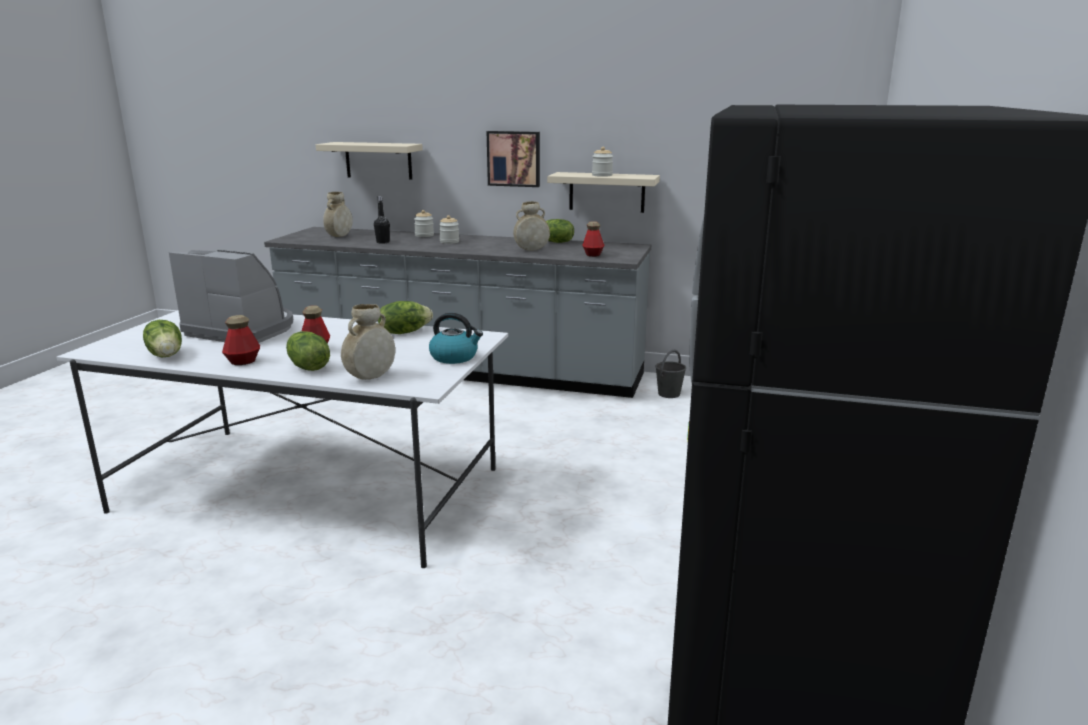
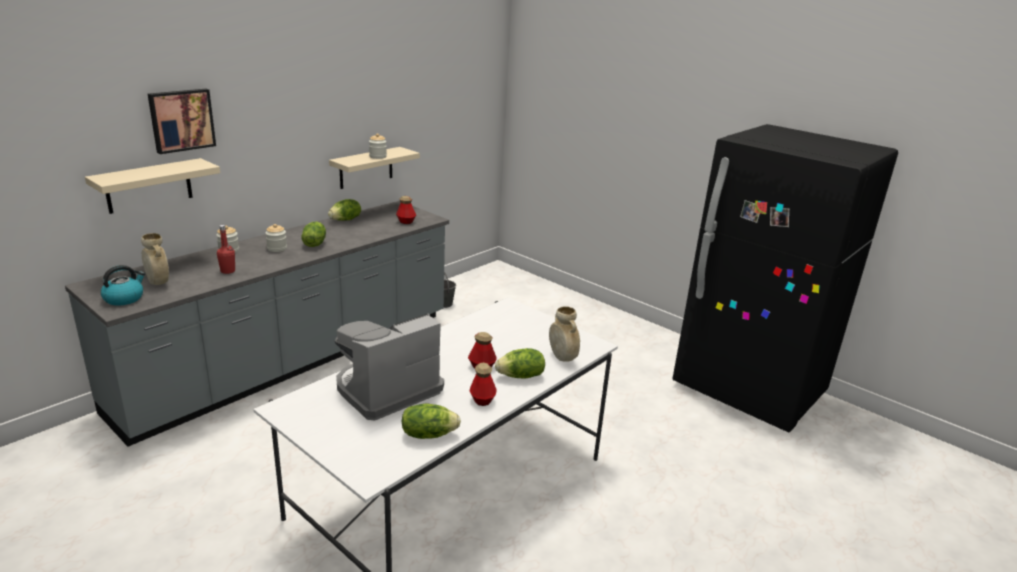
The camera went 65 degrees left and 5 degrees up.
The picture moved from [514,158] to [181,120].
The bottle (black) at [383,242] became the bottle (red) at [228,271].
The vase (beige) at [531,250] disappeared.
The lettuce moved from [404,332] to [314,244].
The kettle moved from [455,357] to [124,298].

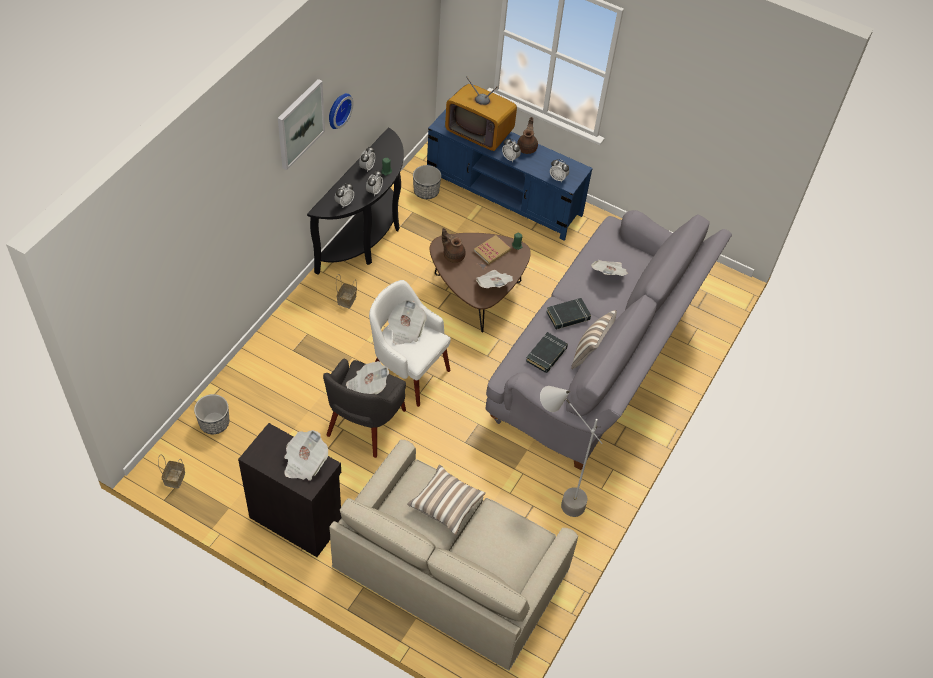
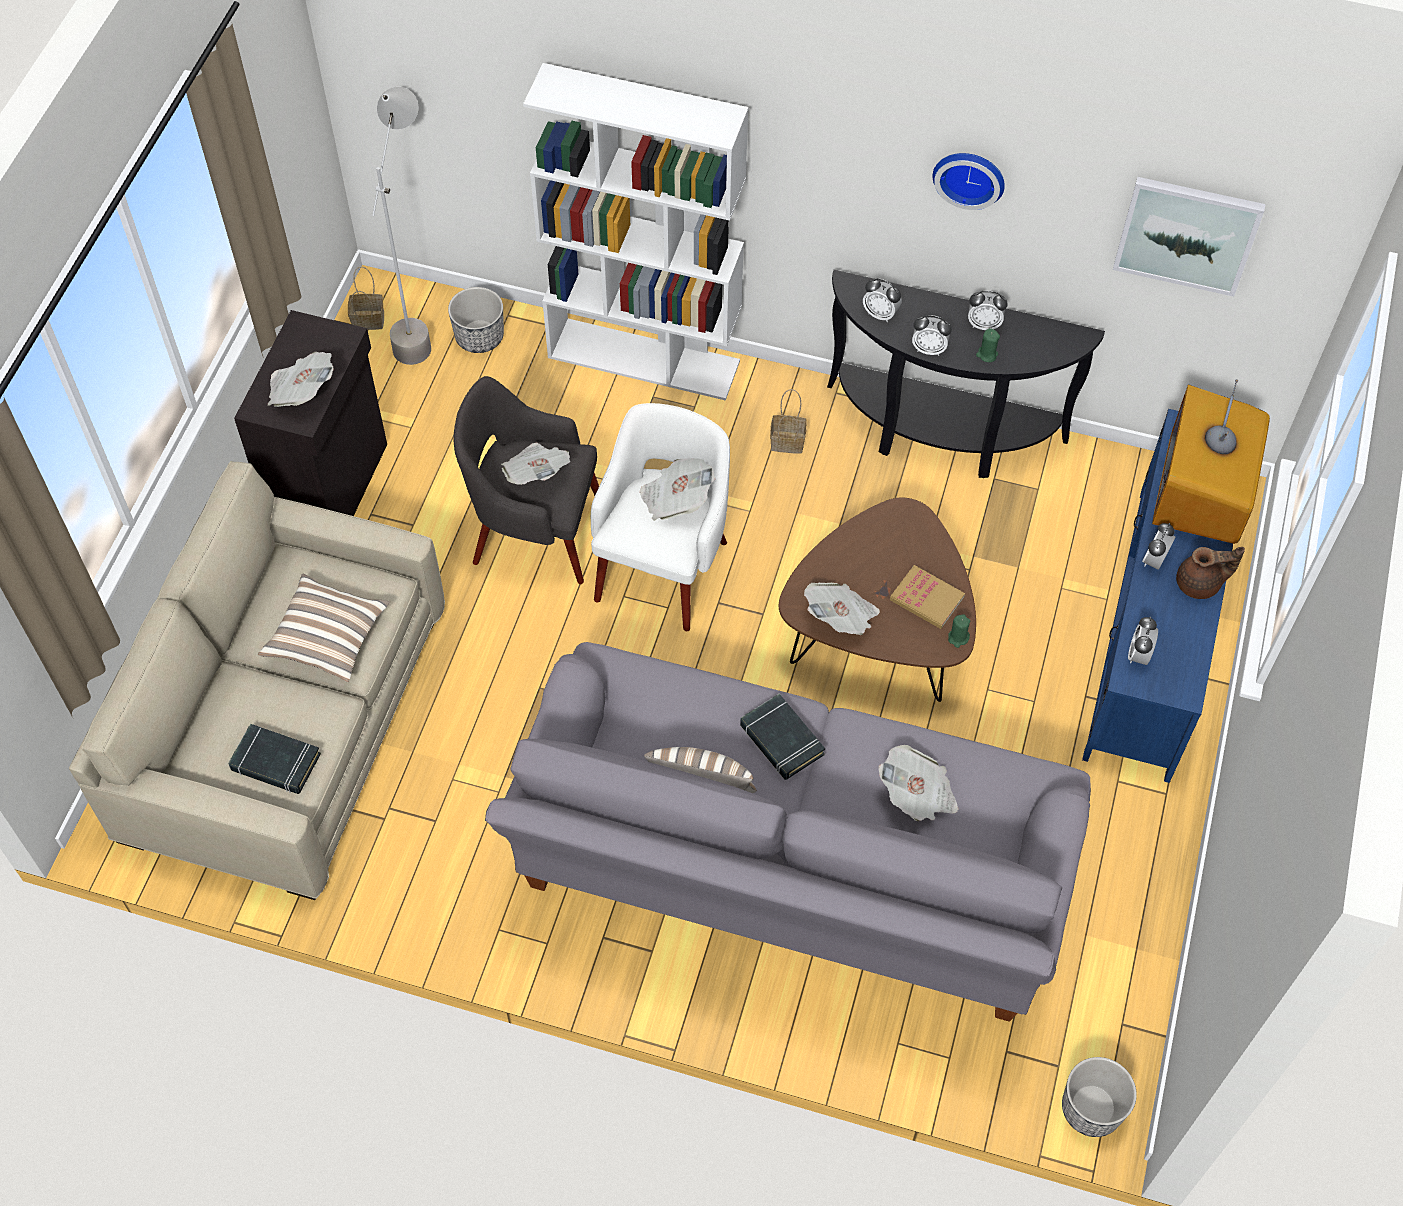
The camera went 80 degrees right and 5 degrees up.
The picture moved from [300,123] to [1187,234].
The planter moved from [426,191] to [1092,1109].
The teapot (brown) at [453,255] disappeared.
The book (black) moved from [546,354] to [275,763].
The floor lamp (grey) moved from [554,498] to [419,324].
The bookcase (white) at [645,358] appeared.

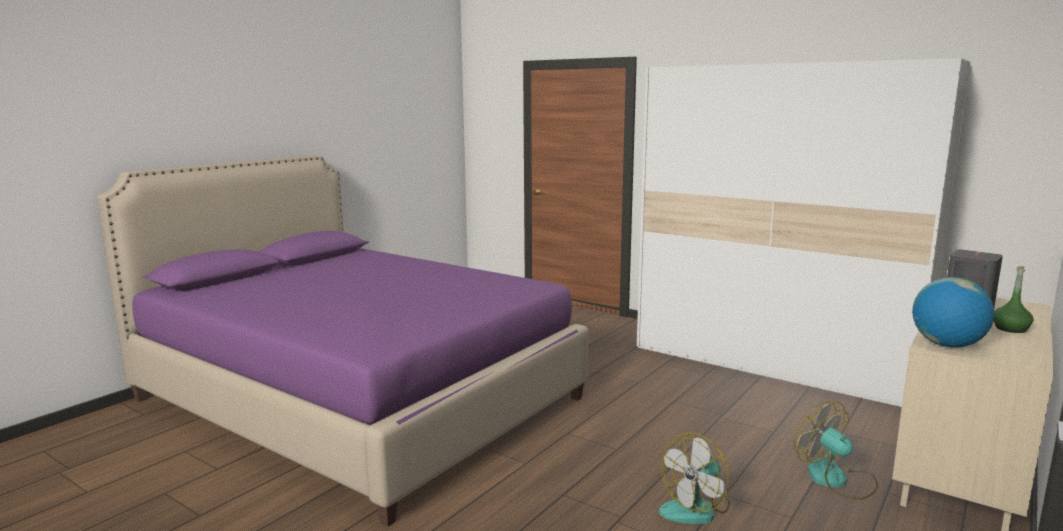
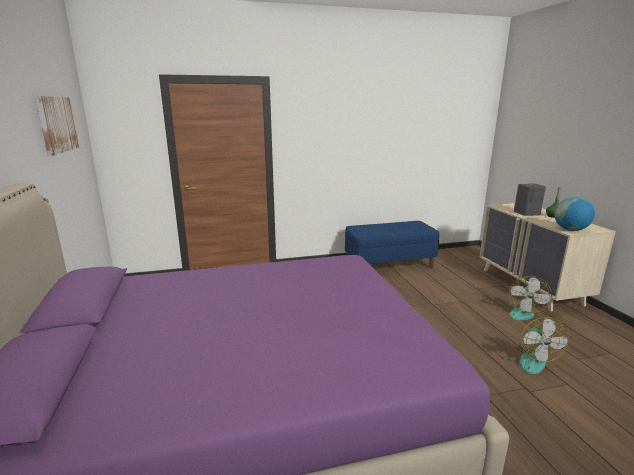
The camera went 50 degrees left and 5 degrees up.
The wardrobe (white) at [773,363] was replaced by the bench (blue) at [389,265].
The fan at [836,480] turned 75 degrees counterclockwise.
The picture at [57,124] appeared.

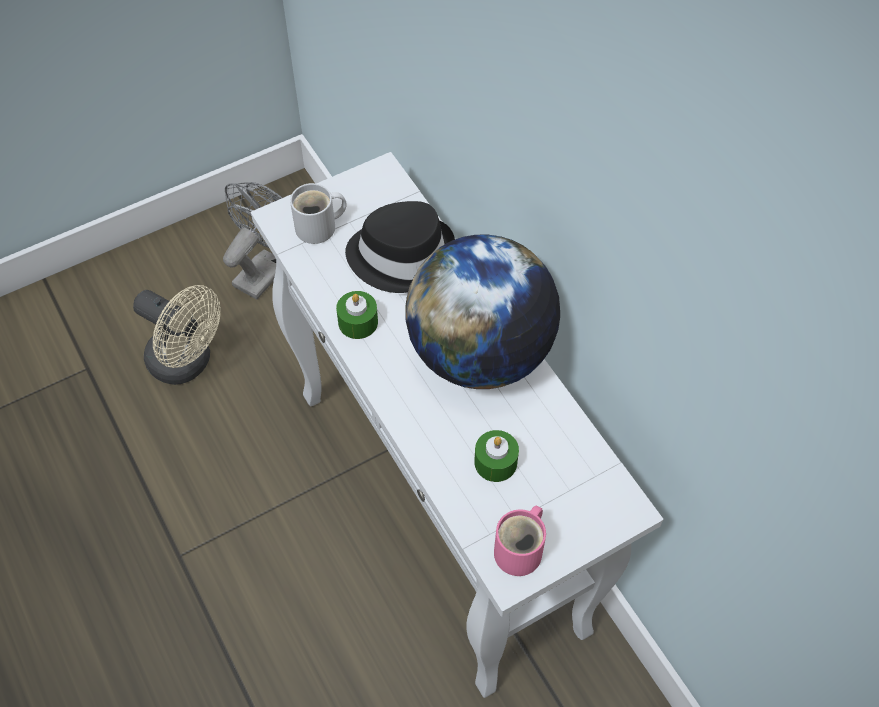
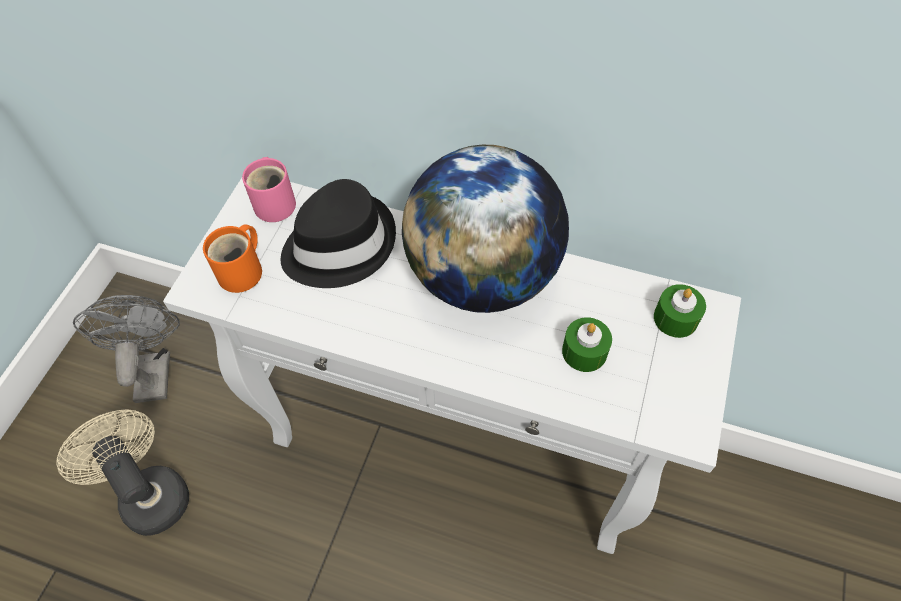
The camera went 40 degrees left and 0 degrees up.
The mug (white) at [320,227] became the mug (orange) at [244,271].
The fan (beige) at [188,363] turned 120 degrees counterclockwise.
The candle (green) moved from [358,322] to [675,318].
The mug (pink) moved from [522,550] to [276,202].

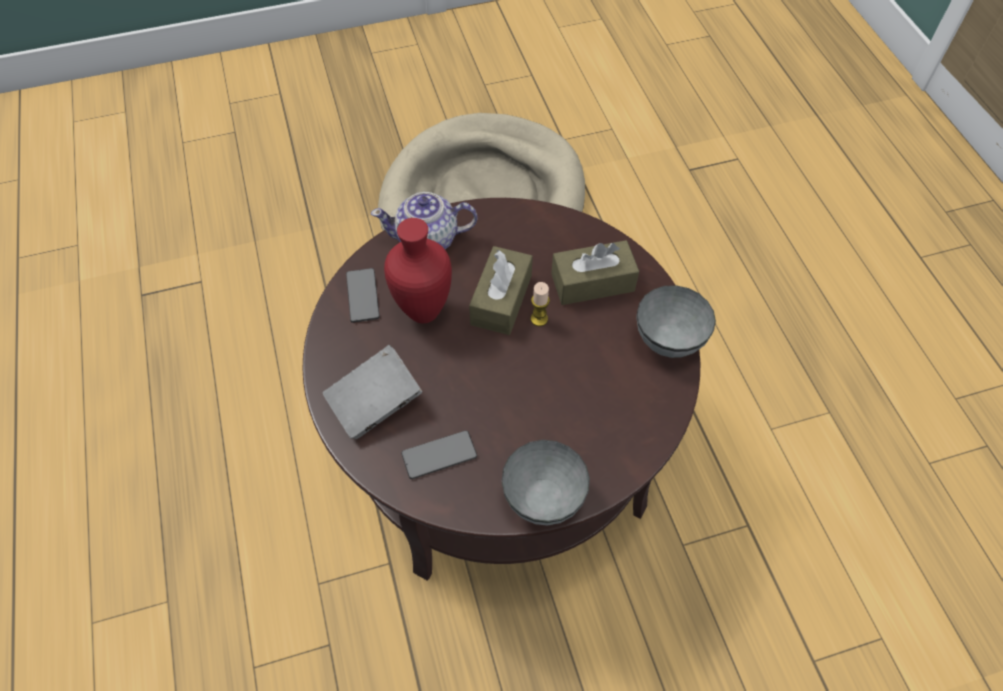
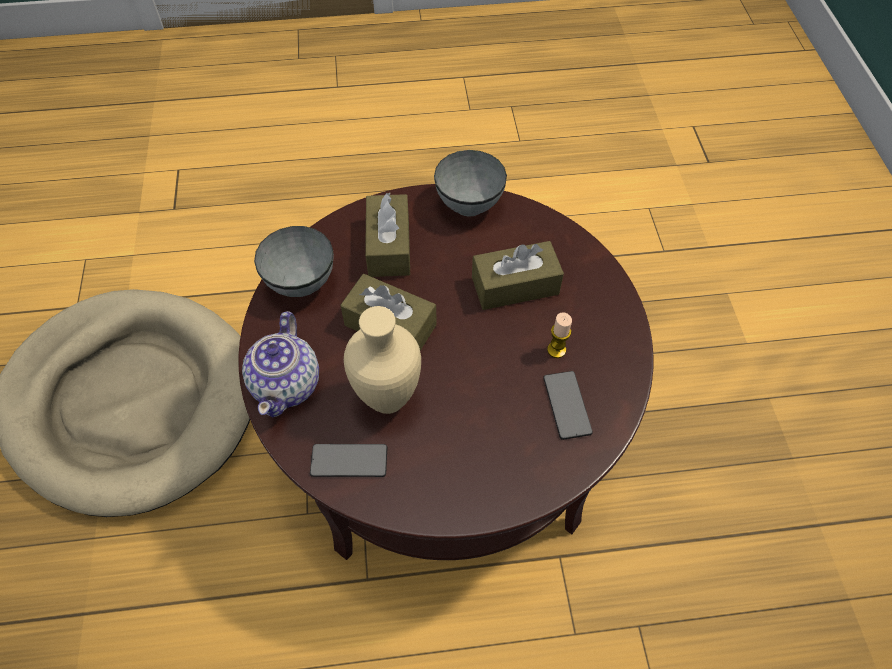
The camera went 80 degrees left and 0 degrees up.
The vase (red) at [423,314] became the vase (beige) at [390,400].
The candle moved from [539,319] to [556,350].
The book (grey) at [375,403] disappeared.
The bowl (grey) moved from [543,498] to [300,282].
The tissue box (brown) at [515,285] appeared.

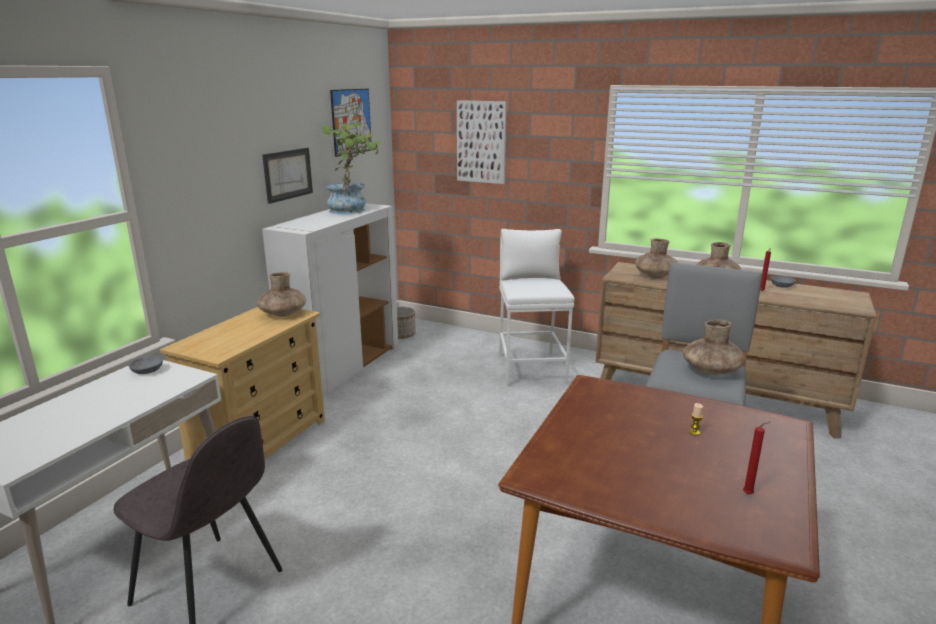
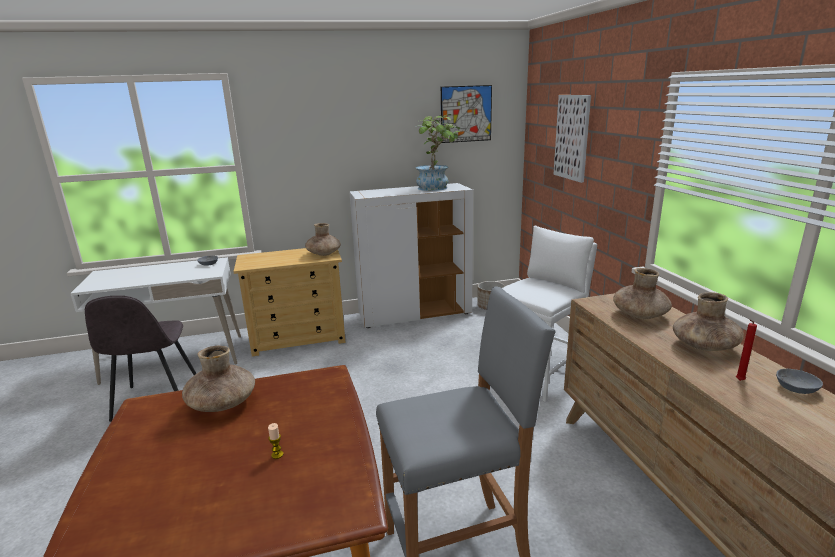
The camera went 50 degrees right and 0 degrees up.
The picture at [287,174] disappeared.
The vase (brown) moved from [711,370] to [222,403].
The candle (red) at [749,494] disappeared.

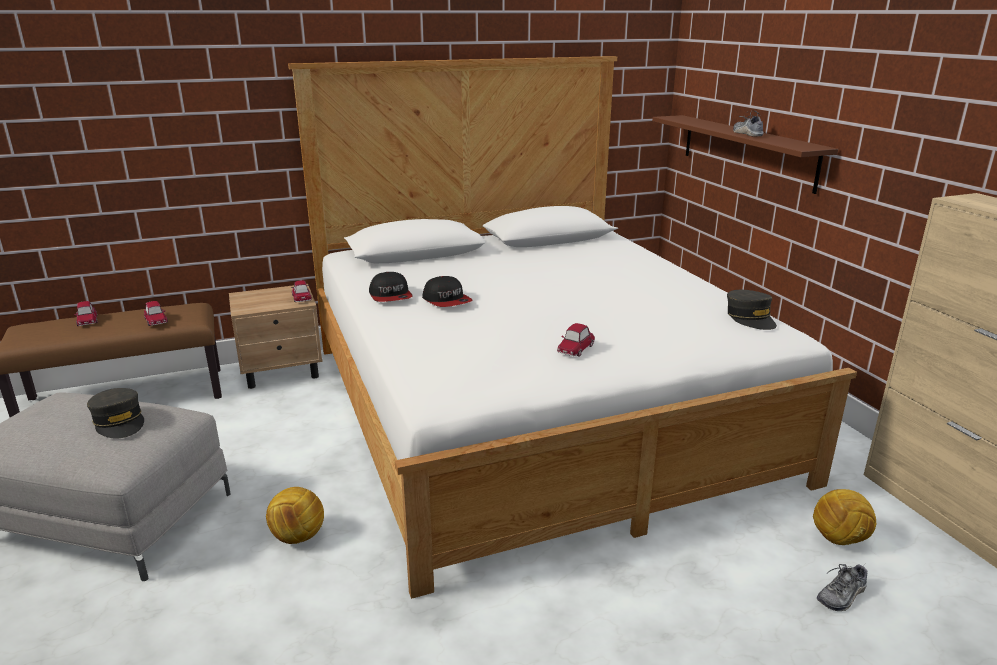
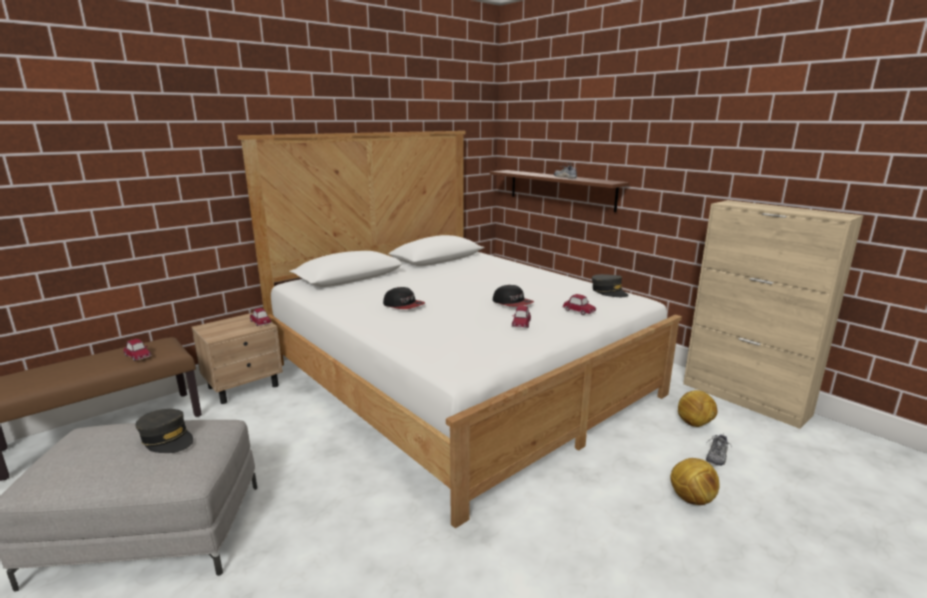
The camera went 20 degrees left and 5 degrees down.
The cap moved from [391,296] to [512,303].
The toy car moved from [87,321] to [579,311].
The football moved from [297,536] to [691,499].

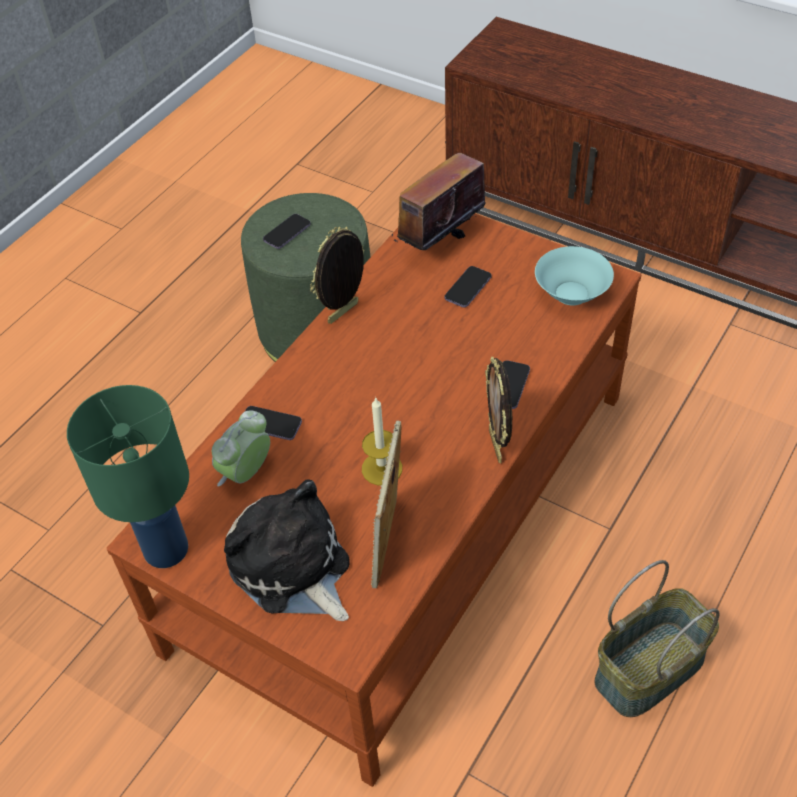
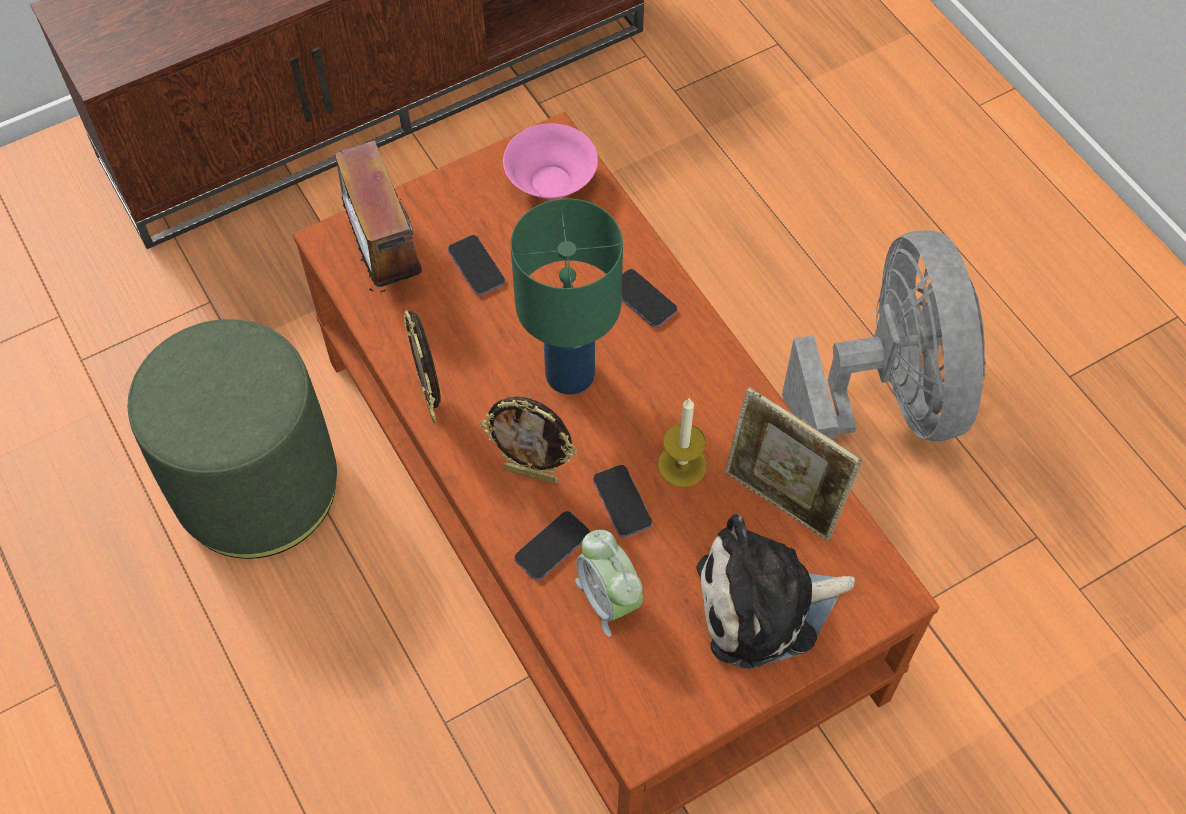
The camera went 65 degrees left and 10 degrees up.
The phone moved from [287,233] to [622,502].
The bowl (turquoise) at [572,293] became the bowl (pink) at [551,181].
The picture frame moved from [497,446] to [532,474].
The table lamp (green) moved from [166,548] to [568,373].
The basket at [648,667] was replaced by the fan (grey) at [885,400].

